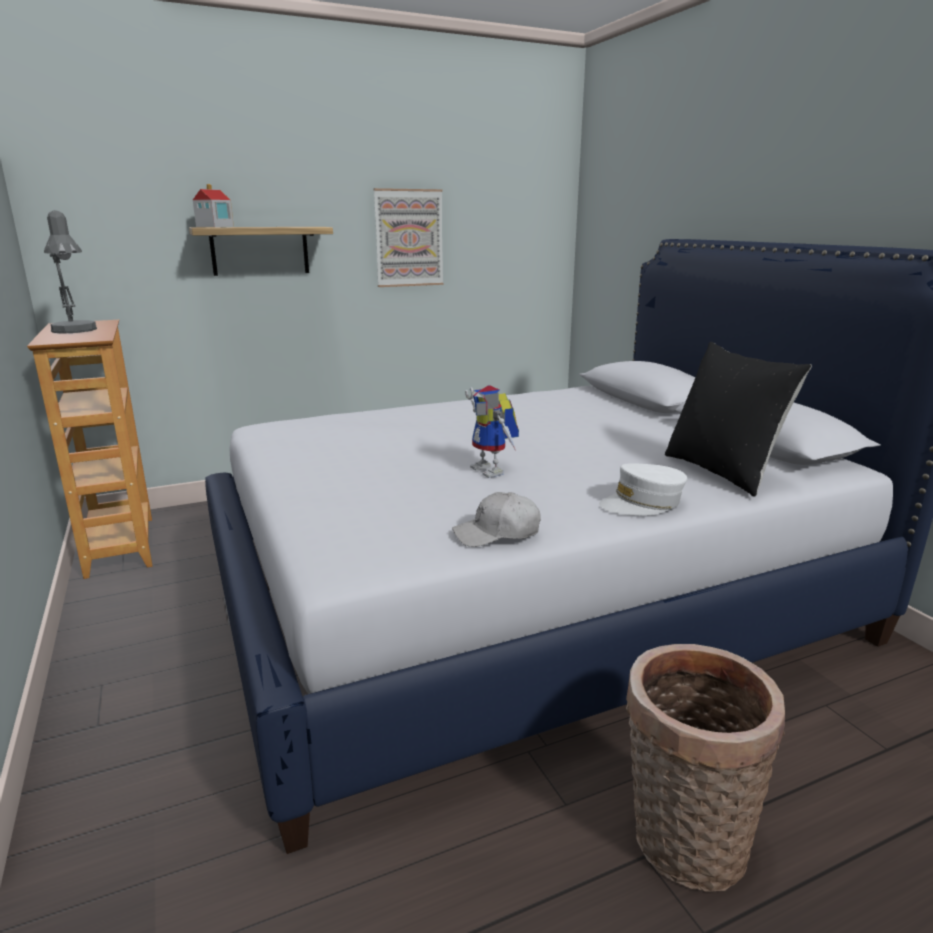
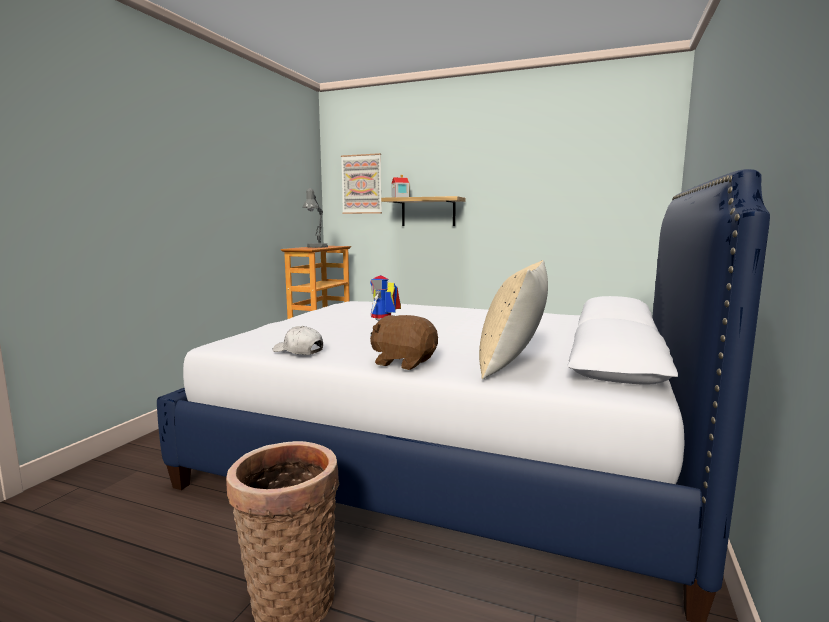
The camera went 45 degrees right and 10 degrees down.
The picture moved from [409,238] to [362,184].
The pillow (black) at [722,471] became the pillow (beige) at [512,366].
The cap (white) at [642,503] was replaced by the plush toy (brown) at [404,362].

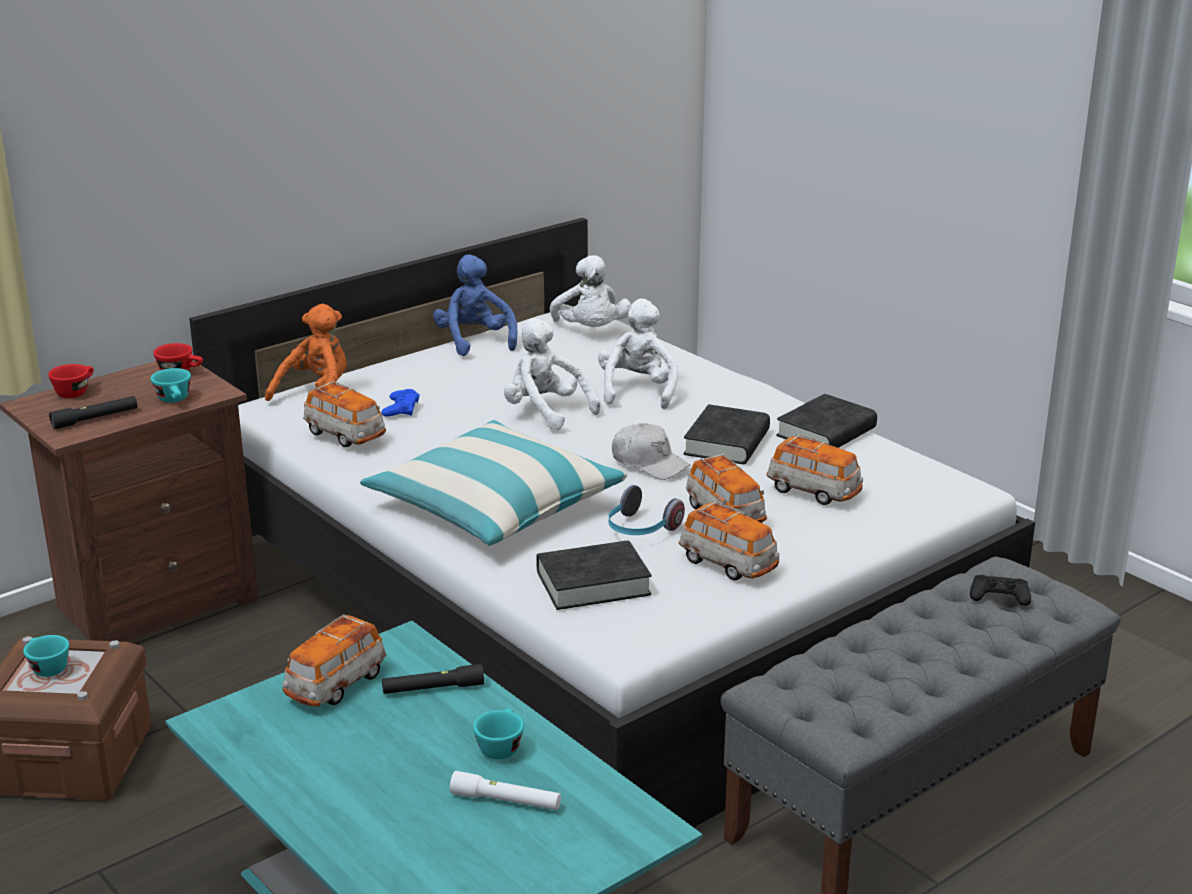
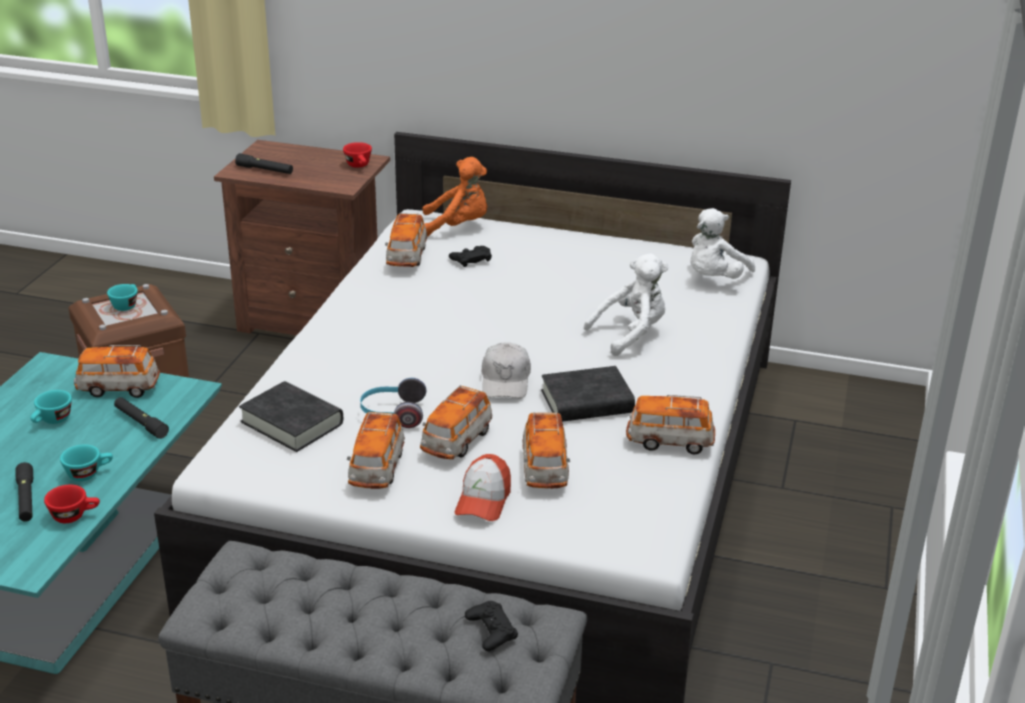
The camera went 55 degrees right and 5 degrees up.
The plush toy (blue) at [474,341] disappeared.
The plush toy (white) at [546,412] disappeared.
The cup (red) moved from [75,392] to [75,515].
The cup (turquoise) moved from [175,400] to [52,421].
The game controller (blue) at [401,408] became the game controller (black) at [471,259].
The book (black) at [826,432] was replaced by the toy car at [669,441].
The pillow at [495,506] disappeared.
The flashlight (white) at [506,801] became the flashlight (black) at [26,499].
The cap at [483,500] appeared.

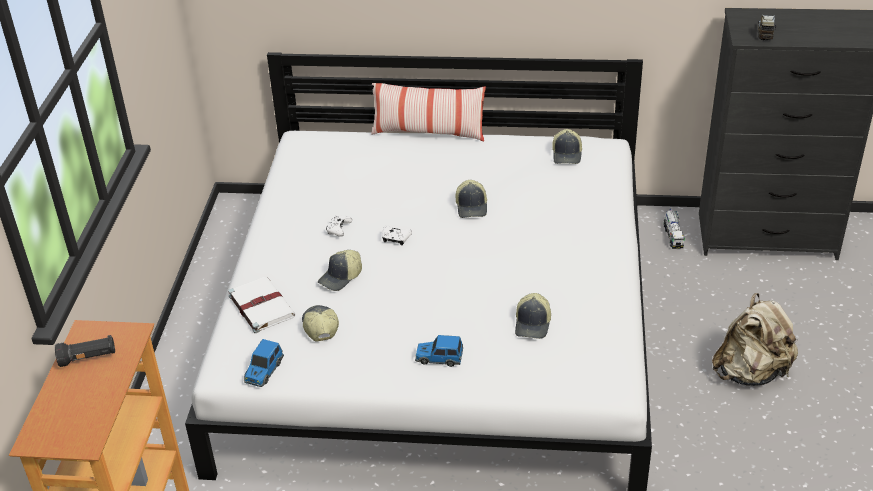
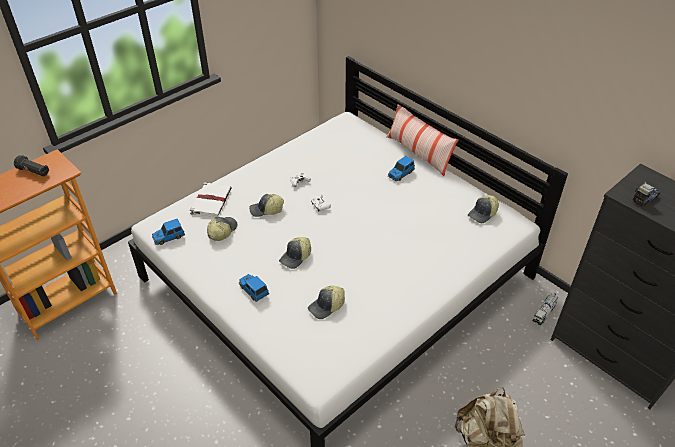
The camera went 40 degrees right and 5 degrees up.
The cap moved from [472,206] to [296,257].
The toy car at [400,174] appeared.

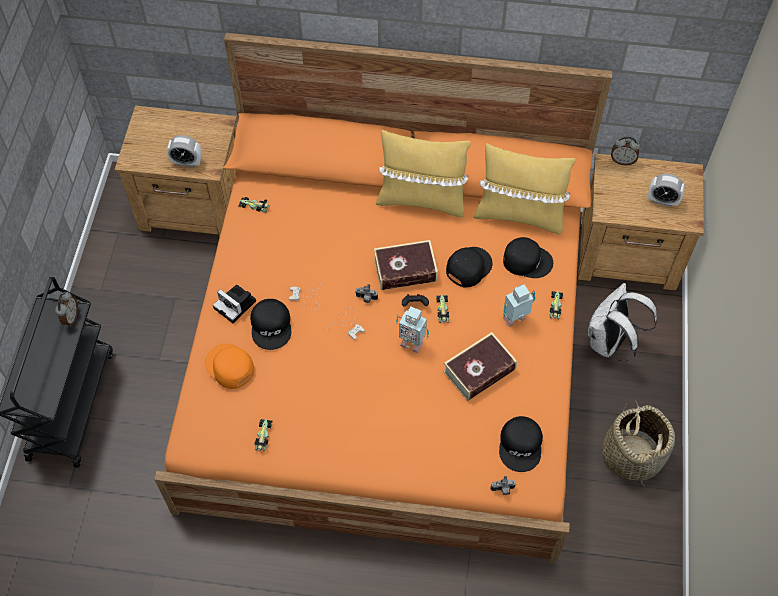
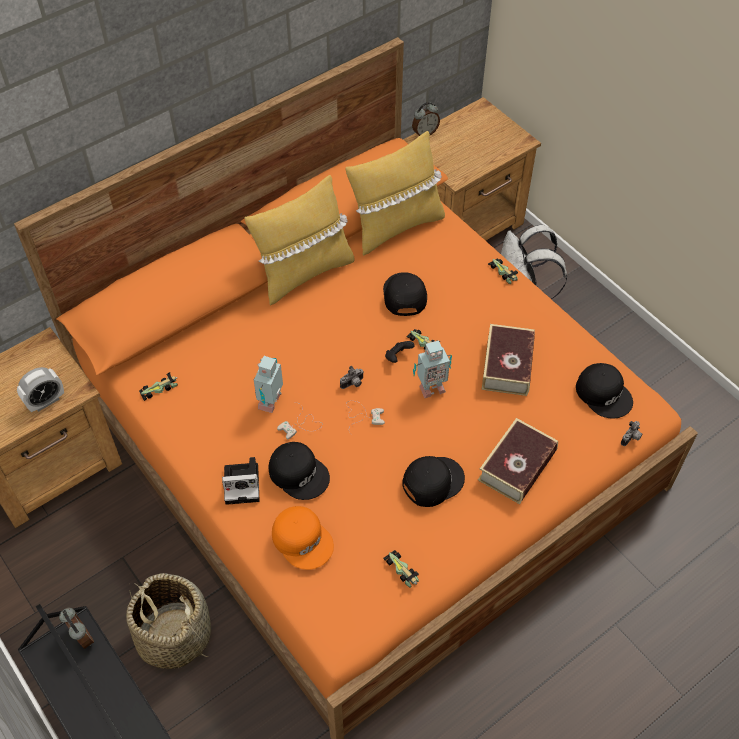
The camera went 45 degrees left and 5 degrees down.
The alarm clock at [662,200] disappeared.
The cap (black) moved from [527,260] to [432,481].
The book moved from [405,270] to [517,466].
The toy robot moved from [515,319] to [271,402].
The cap (orange) at [229,367] turned 135 degrees counterclockwise.
The basket moved from [631,455] to [174,635].

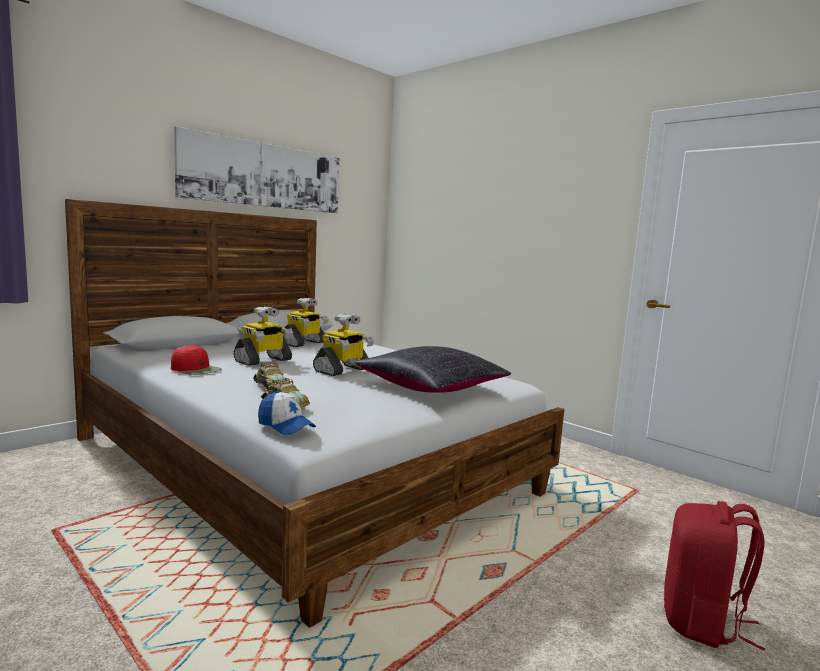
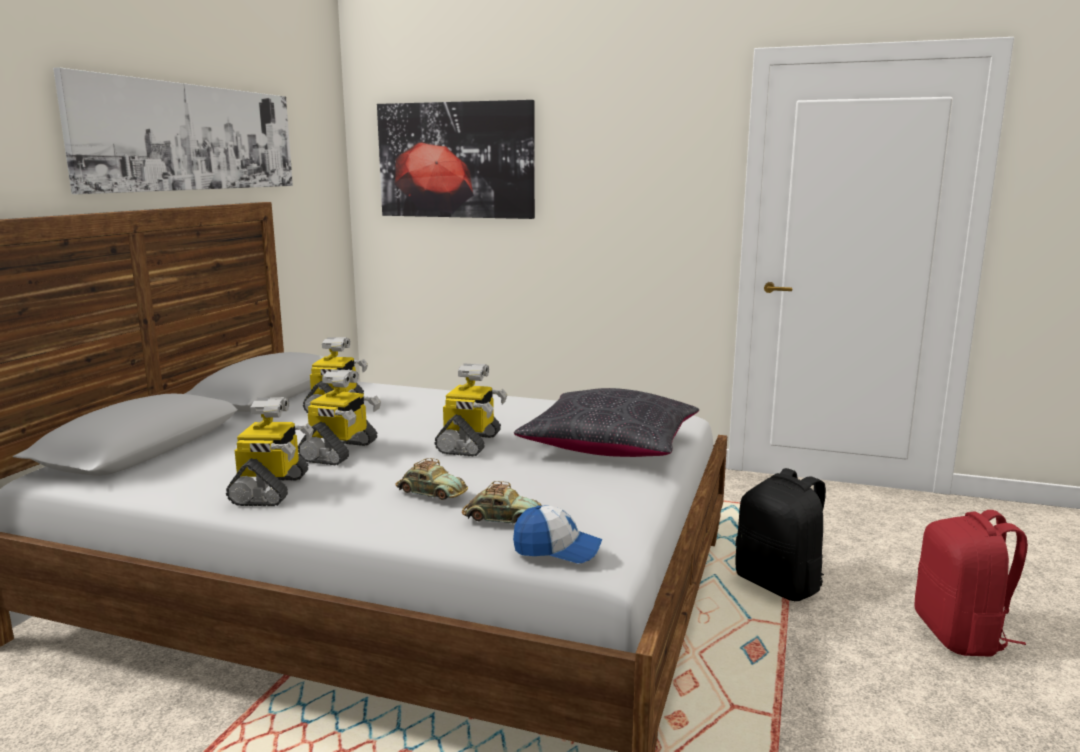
The camera went 25 degrees left and 5 degrees up.
The cap (red) at [196,369] was replaced by the toy robot at [272,489].
The picture at [456,160] appeared.
The backpack (black) at [779,584] appeared.

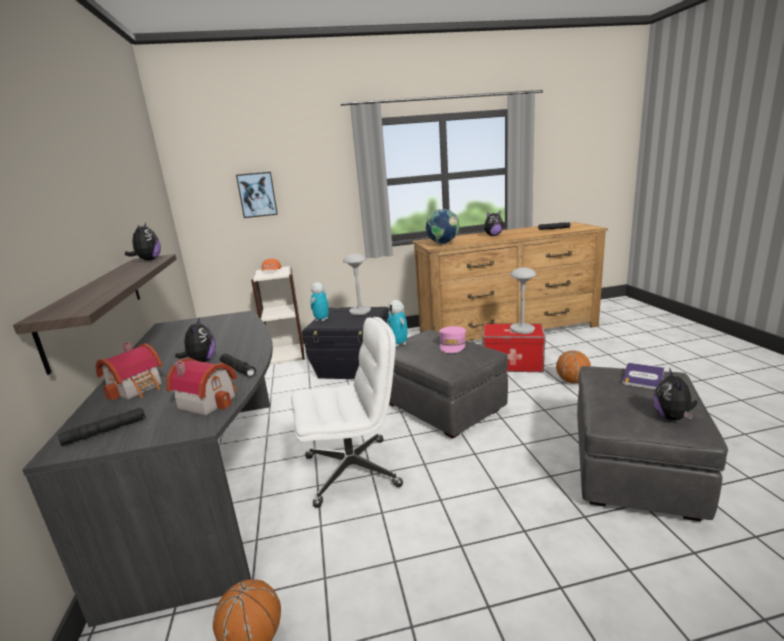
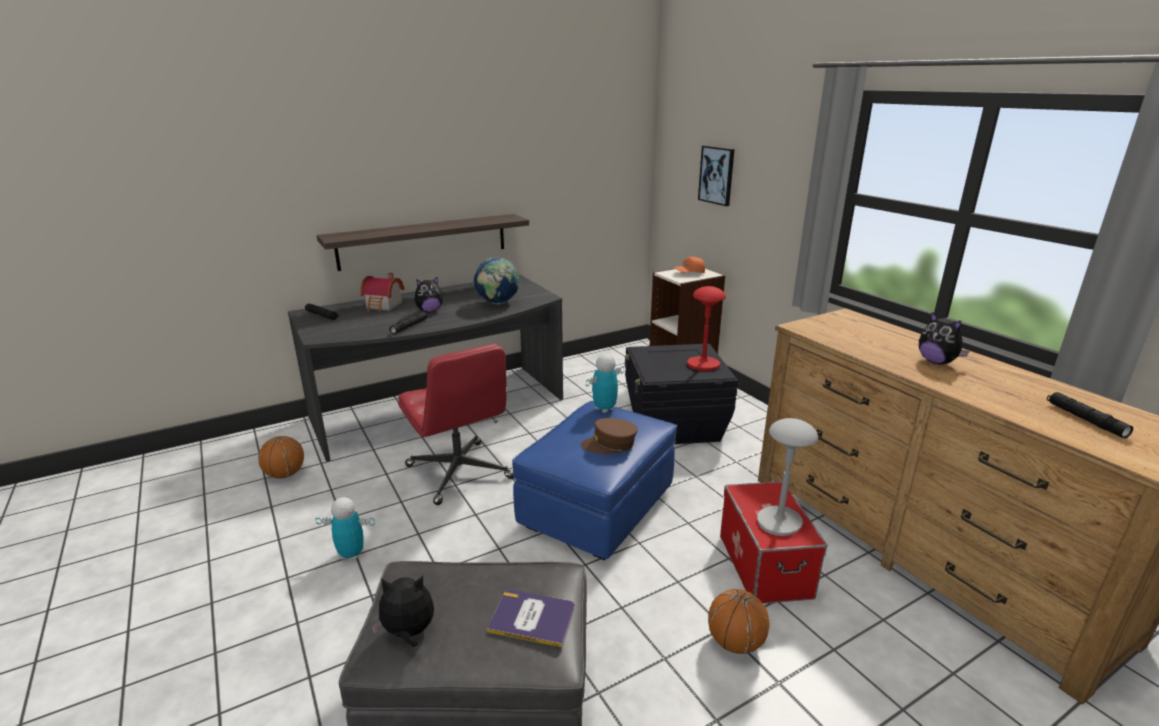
The camera went 70 degrees right and 5 degrees up.
The globe moved from [443,244] to [497,303].
The plush toy at [148,260] disappeared.
The table lamp (grey) at [360,311] became the table lamp (red) at [703,365].
The toy robot moved from [321,319] to [351,554].
The office chair (white) at [353,470] became the office chair (red) at [460,473].
The cap (pink) at [452,345] became the cap (brown) at [610,444].
The ottoman (grey) at [441,406] became the ottoman (blue) at [597,509].
The toy house at [208,400] disappeared.

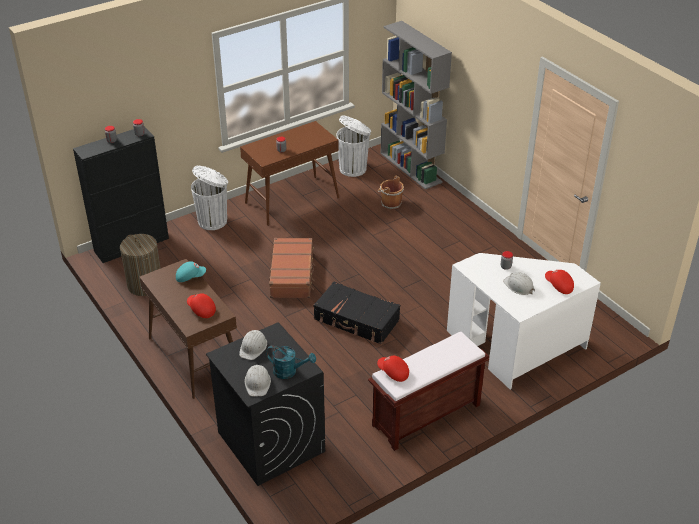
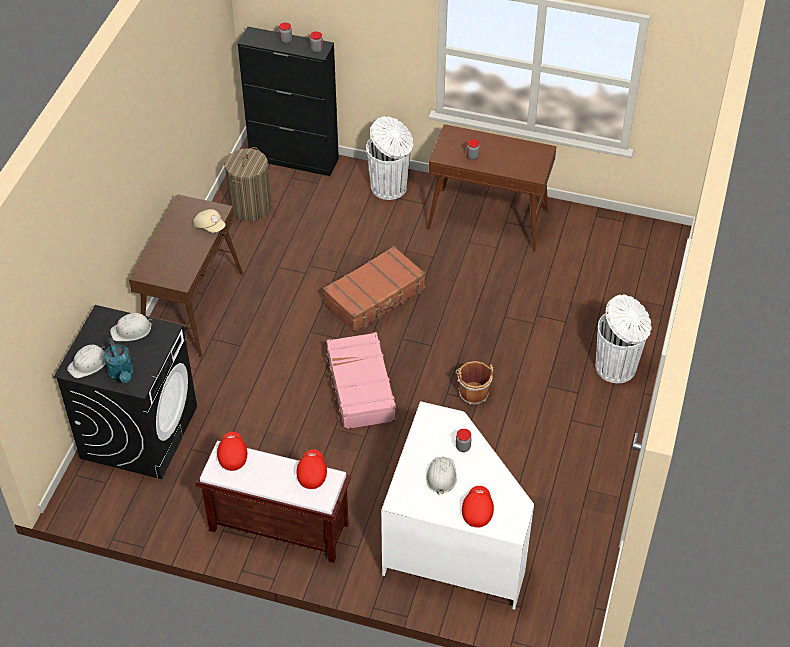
The camera went 50 degrees right and 10 degrees up.
The bookcase (grey) at [411,168] disappeared.
The trash can (white) moved from [353,168] to [617,368].
The bucket (brown) moved from [390,203] to [473,392].
The cap (turquoise) at [190,277] became the cap (beige) at [210,226].
The suitcase (black) at [356,320] became the suitcase (pink) at [360,388].
The cap (red) moved from [201,310] to [311,473].

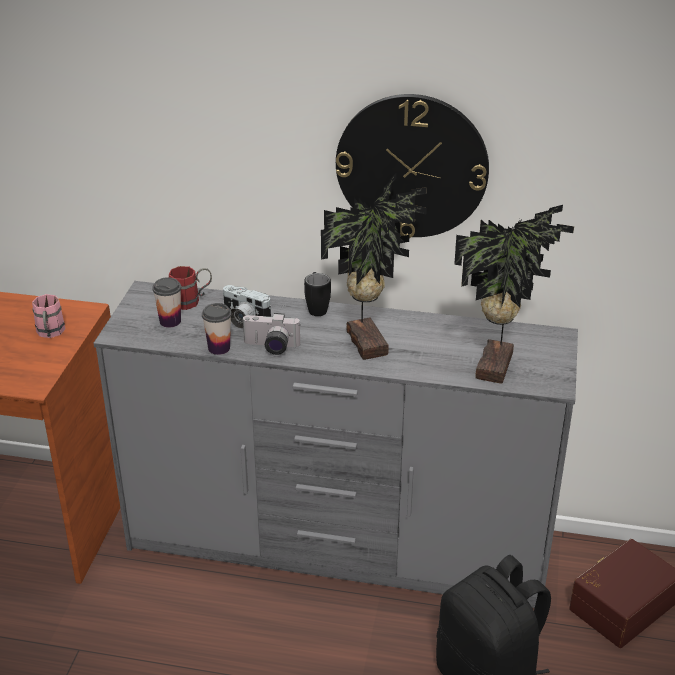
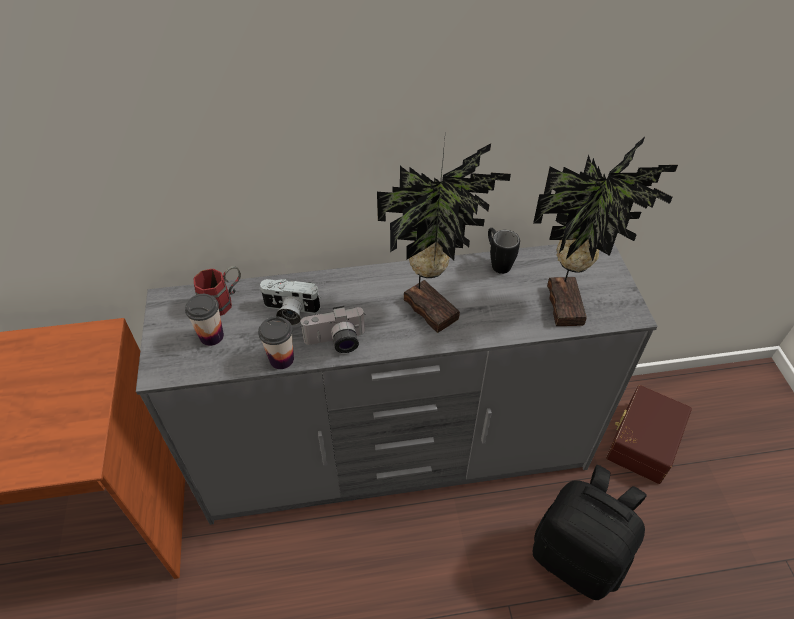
The camera went 20 degrees left and 15 degrees up.
The wall clock at [412,166] disappeared.
The mug (black) moved from [317,307] to [497,262].
The mug (pink) at [50,334] disappeared.

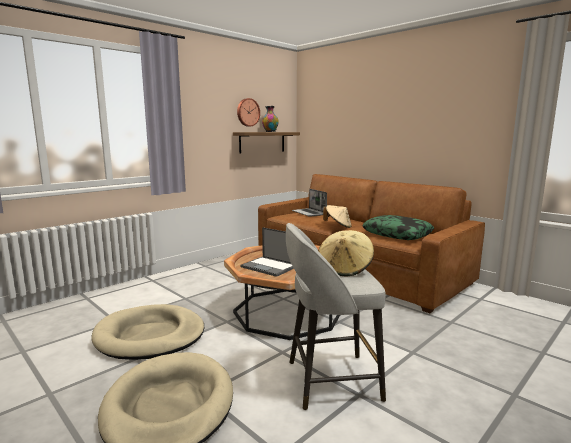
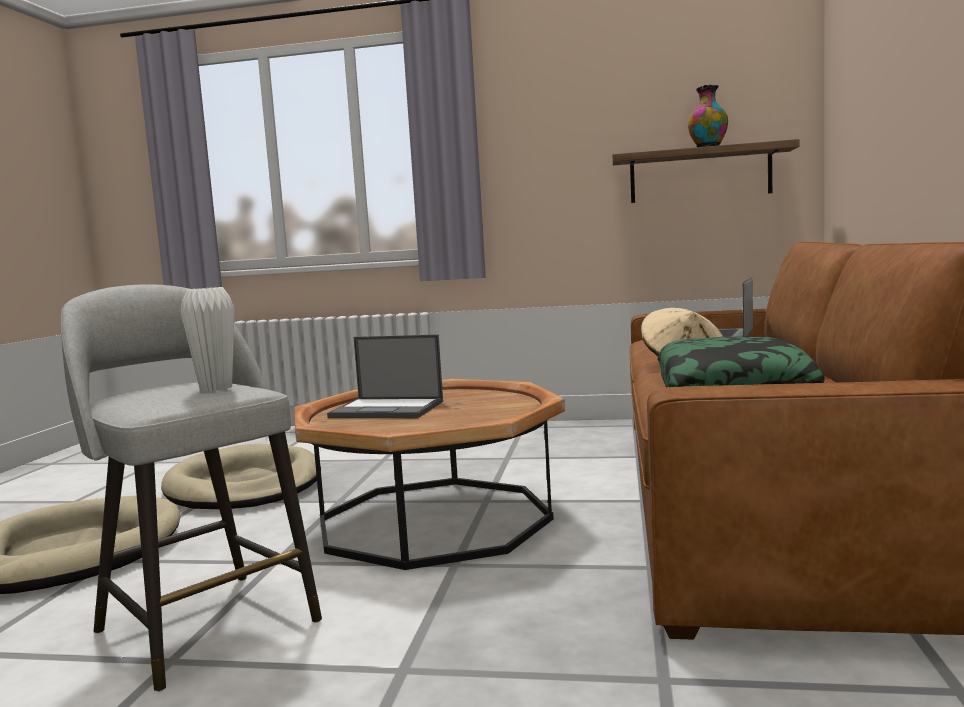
The camera went 55 degrees right and 5 degrees down.
The wall clock at [247,112] disappeared.
The laptop at [270,266] turned 75 degrees counterclockwise.
The hat (beige) at [345,269] was replaced by the vase (white) at [216,388].

